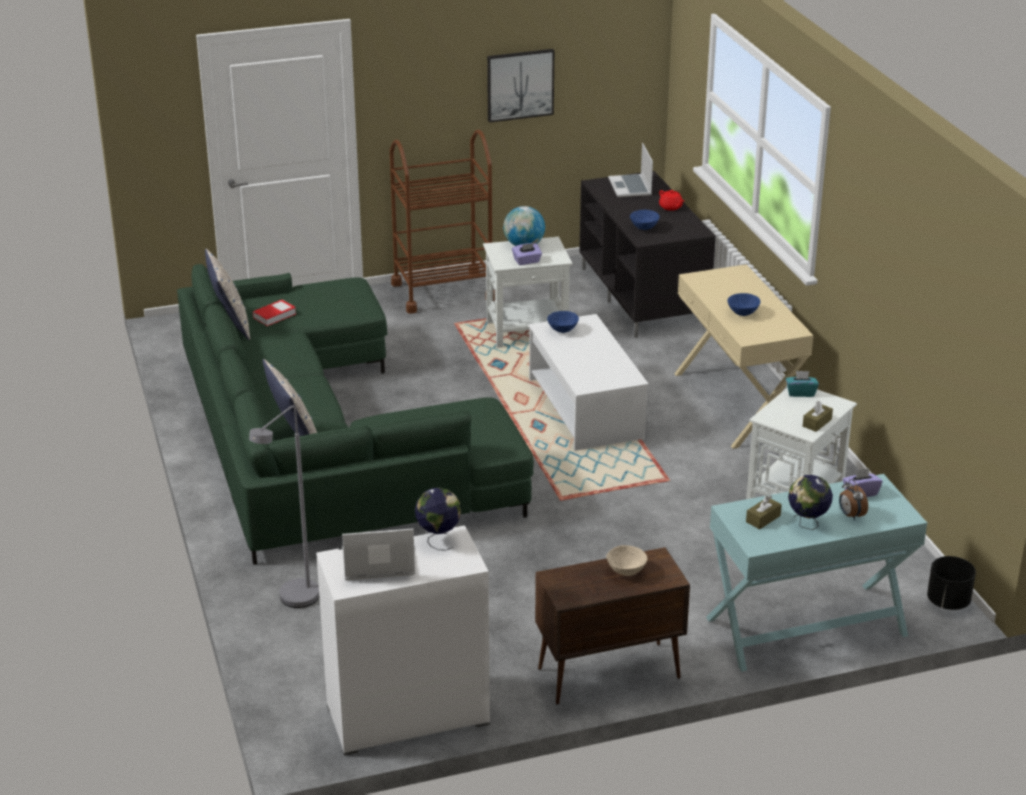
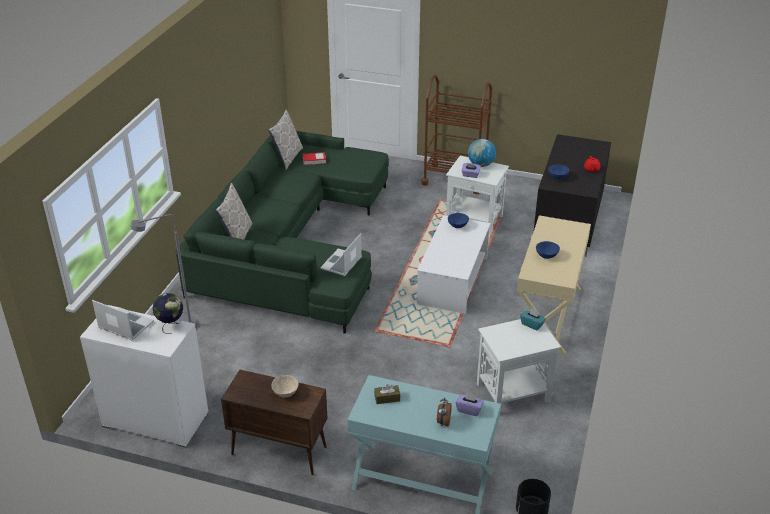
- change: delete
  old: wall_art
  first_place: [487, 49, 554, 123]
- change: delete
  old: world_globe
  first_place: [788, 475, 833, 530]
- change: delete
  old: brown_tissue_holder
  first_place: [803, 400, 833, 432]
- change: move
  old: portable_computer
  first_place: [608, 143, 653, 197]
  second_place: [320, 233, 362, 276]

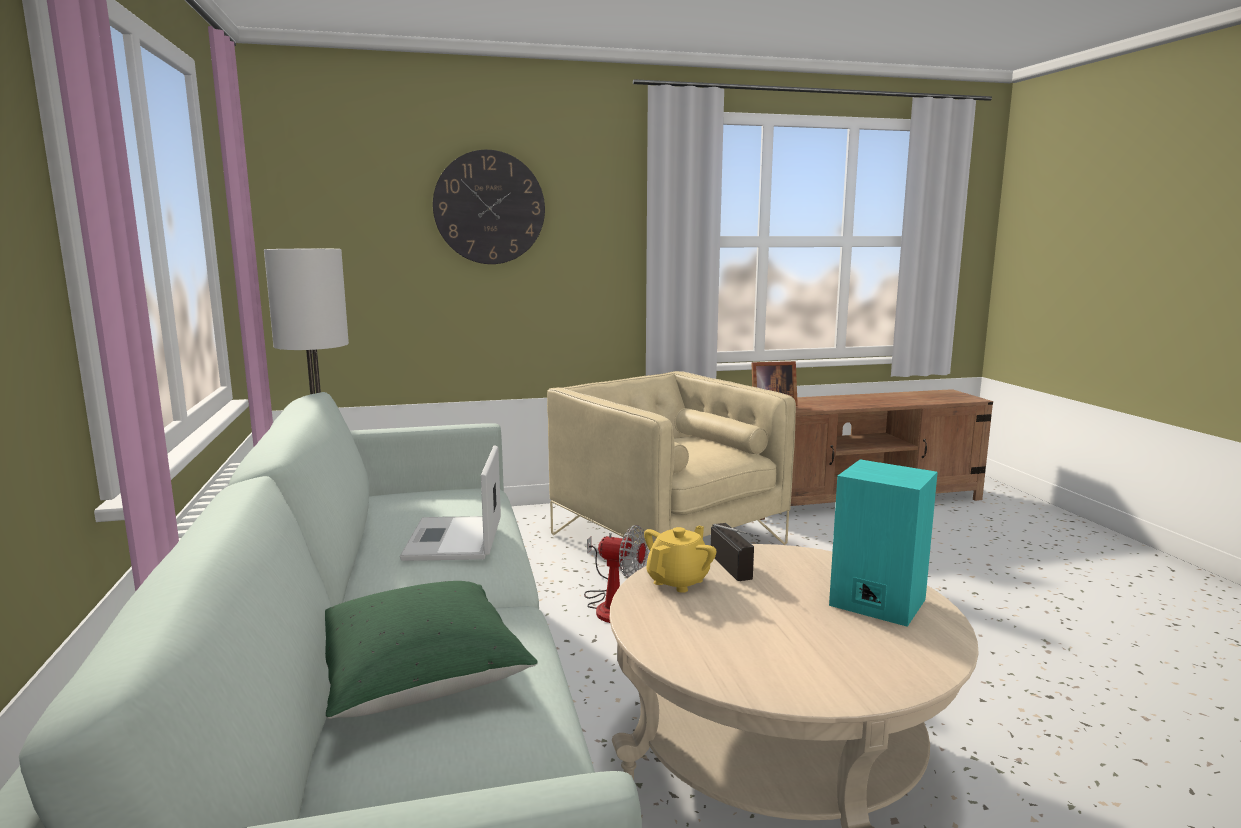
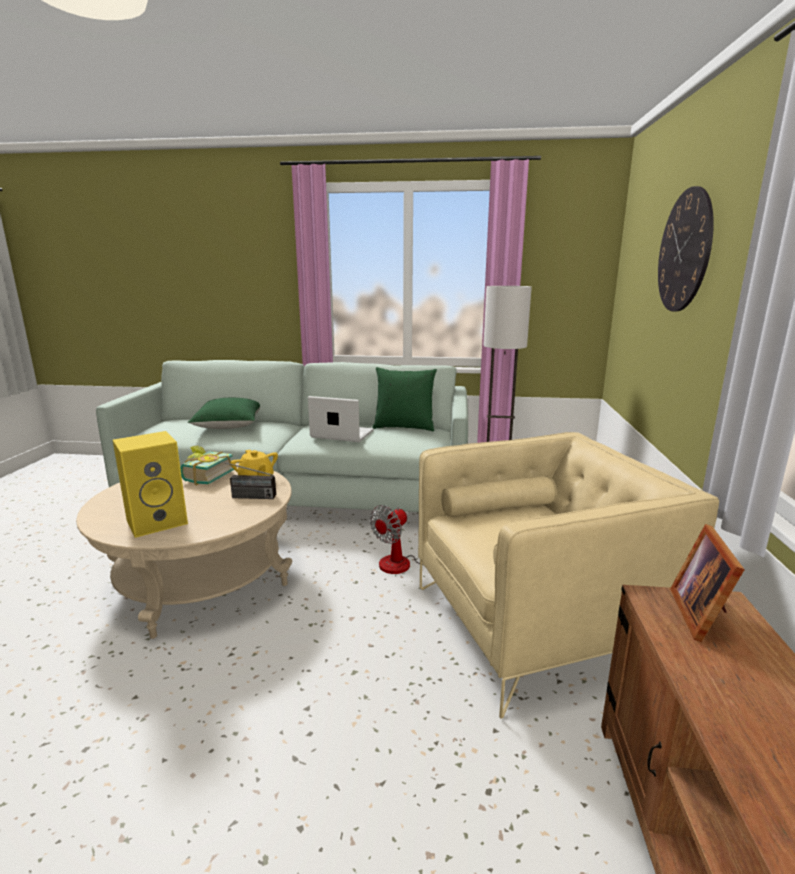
- change: insert
  new: bound_book
  second_place: [180, 446, 234, 485]
- change: insert
  new: green-coloured_pillow
  second_place: [372, 367, 437, 431]
- change: recolor
  old: turquoise-coloured_loudspeaker
  new: yellow_loudspeaker
  first_place: [829, 459, 938, 627]
  second_place: [113, 431, 188, 538]

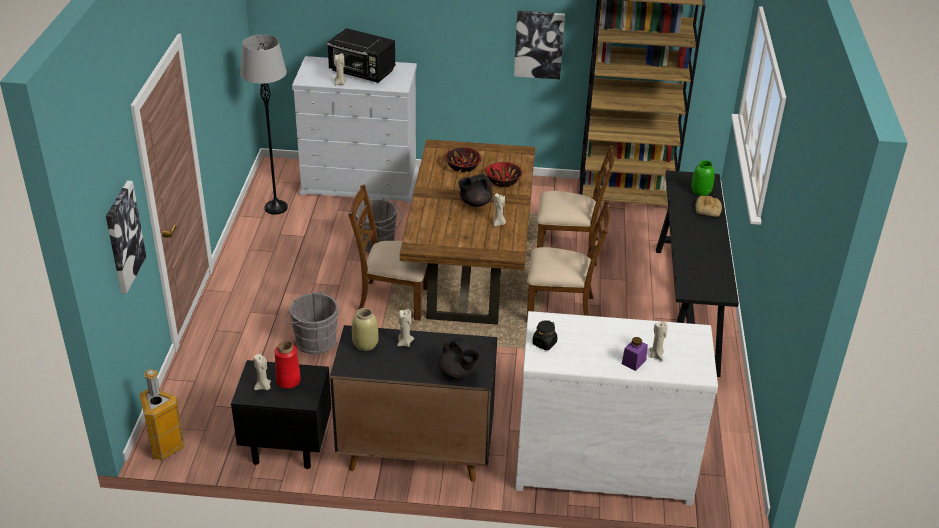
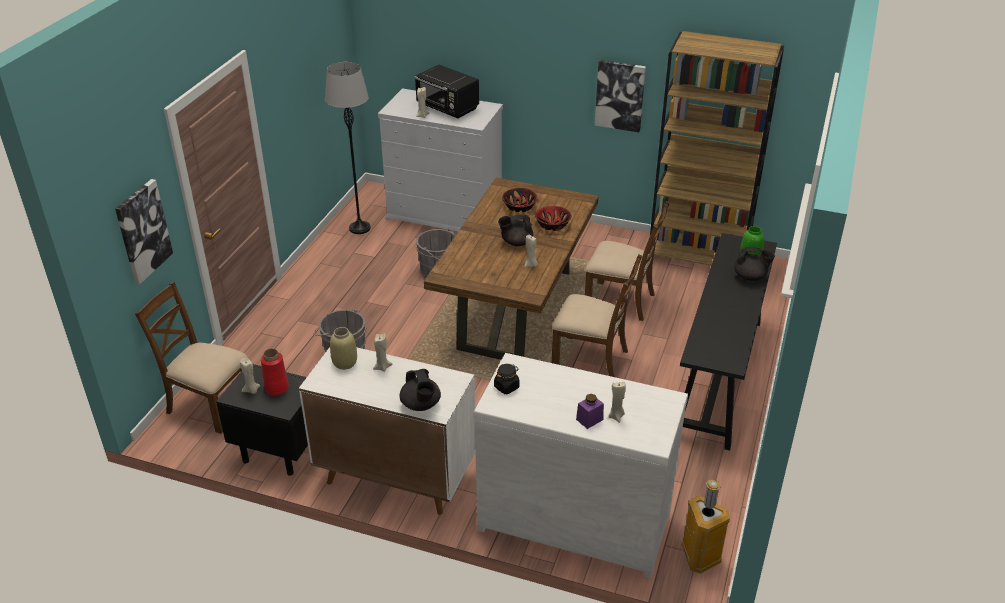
- change: move
  old: waste_bin
  first_place: [139, 369, 184, 460]
  second_place: [682, 480, 730, 574]
- change: move
  old: brown_chair
  first_place: [348, 184, 428, 320]
  second_place: [135, 282, 248, 434]
- change: replace
  old: baked_bread
  new: black-coloured_pot_for_tea
  first_place: [696, 196, 722, 217]
  second_place: [734, 247, 775, 281]
- change: recolor
  old: black-coloured_storage_cabinet
  new: whitish_storage_cabinet
  first_place: [330, 325, 497, 482]
  second_place: [299, 347, 475, 515]

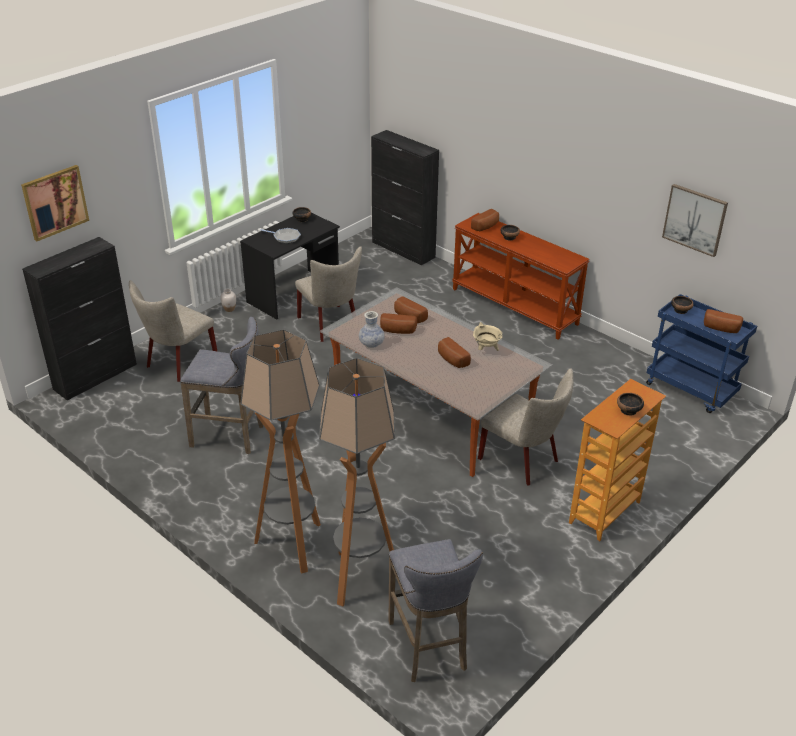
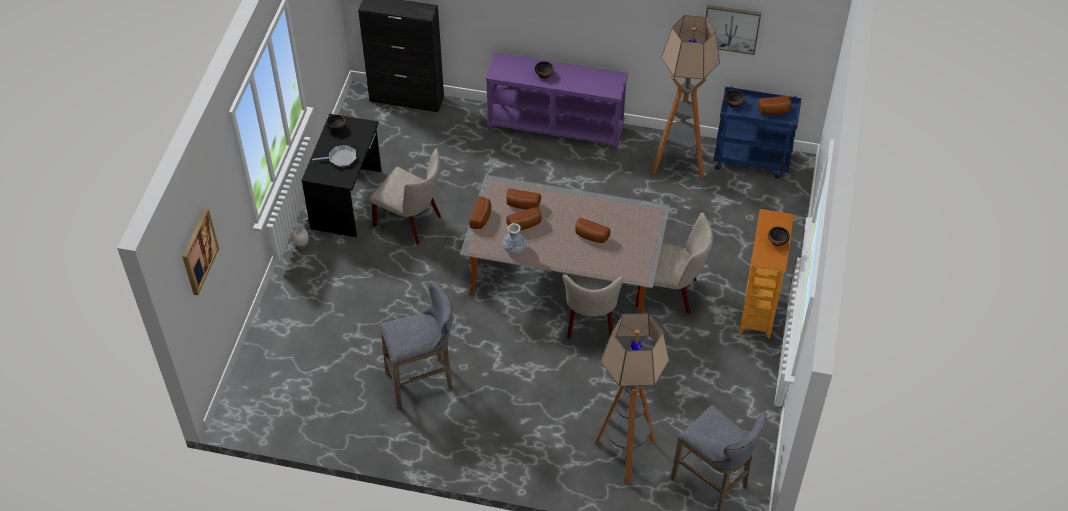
- change: delete
  old: black-coloured_storage_cabinet
  first_place: [22, 237, 137, 401]
- change: delete
  old: sand-coloured_stockpot
  first_place: [473, 322, 503, 351]
- change: move
  old: sand-coloured_chair
  first_place: [129, 280, 218, 382]
  second_place: [563, 274, 624, 339]
- change: move
  old: floor_lamp
  first_place: [240, 329, 321, 574]
  second_place: [651, 15, 720, 179]
- change: move
  old: baked_bread
  first_place: [471, 209, 499, 231]
  second_place: [469, 196, 491, 229]
- change: recolor
  old: brown_hall_table
  new: purple_hall_table
  first_place: [452, 213, 590, 339]
  second_place: [485, 52, 628, 151]

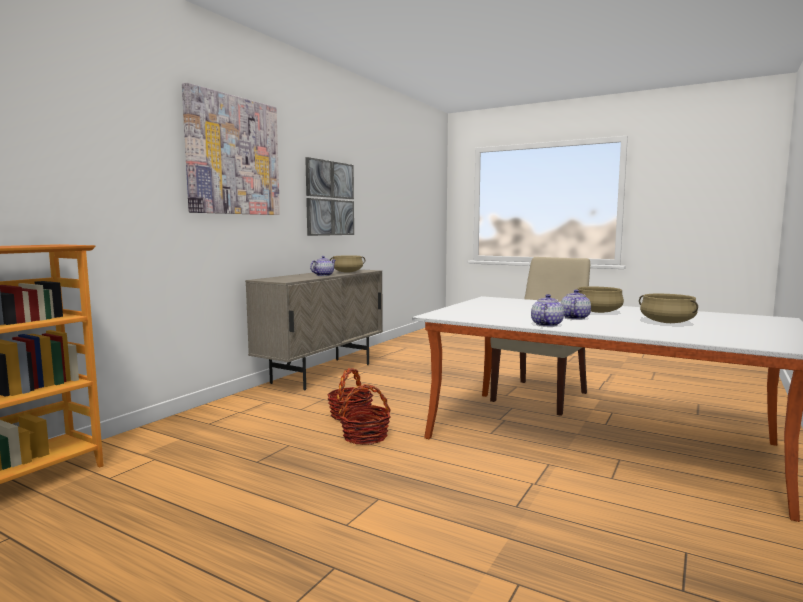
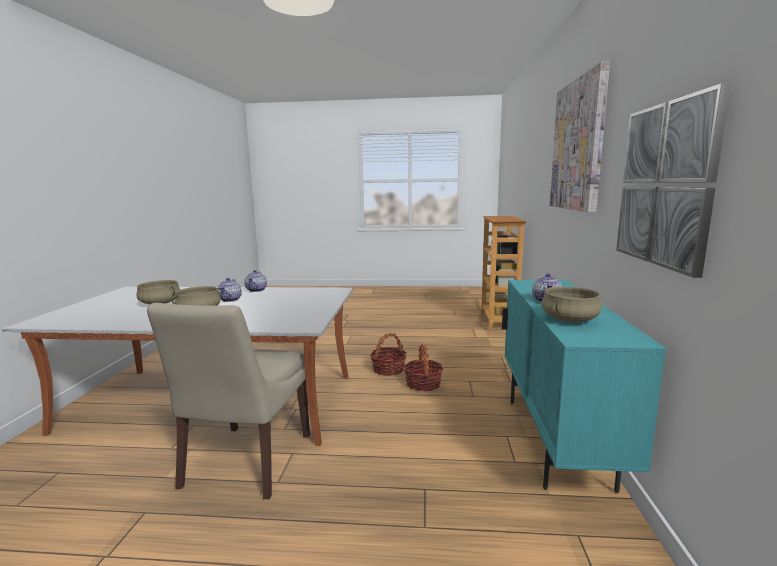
- change: recolor
  old: sand-coloured_storage_cabinet
  new: turquoise-coloured_storage_cabinet
  first_place: [245, 269, 383, 391]
  second_place: [502, 280, 666, 493]

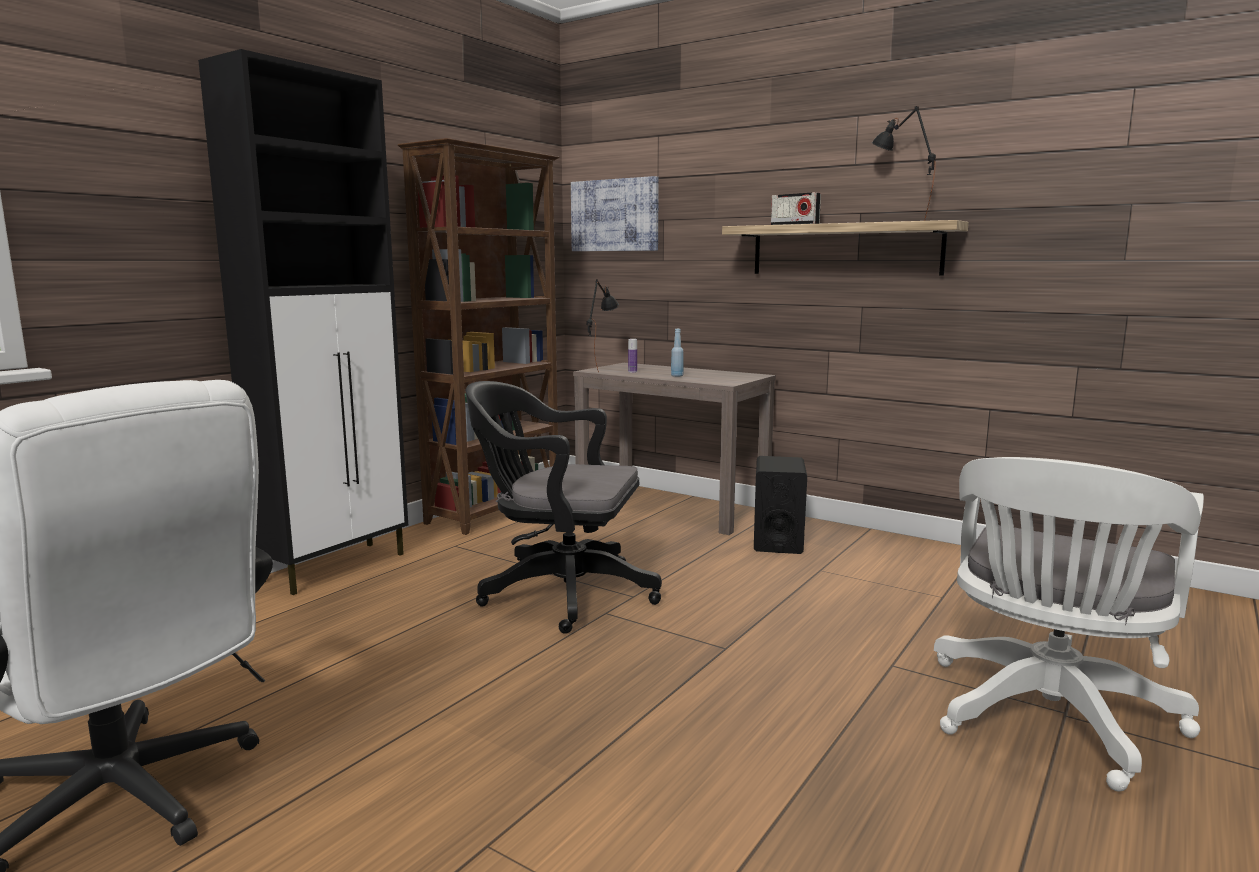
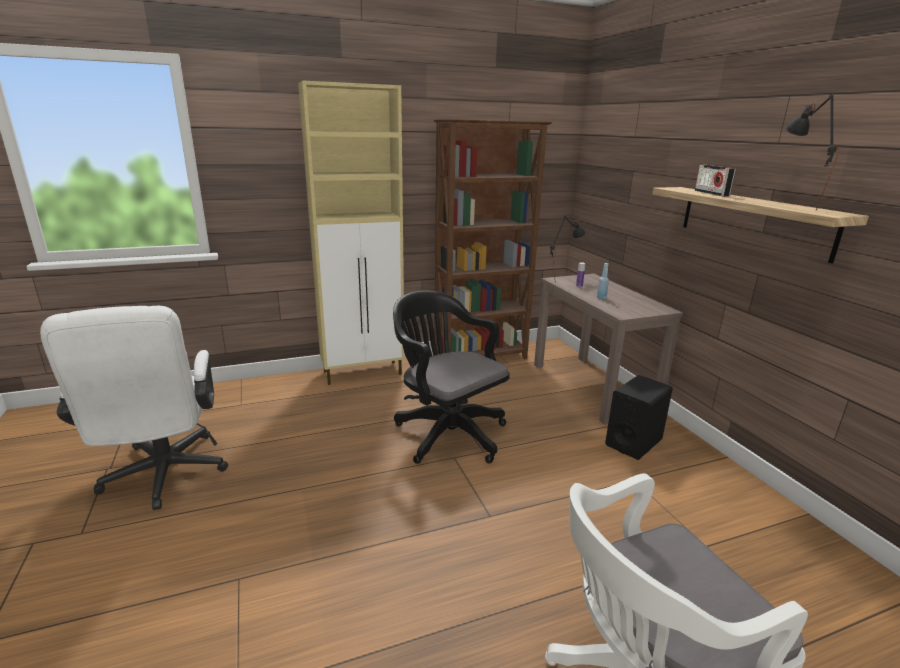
- change: delete
  old: wall_art
  first_place: [571, 176, 659, 251]
- change: recolor
  old: black-coloured_storage_cabinet
  new: sand-coloured_storage_cabinet
  first_place: [198, 49, 408, 595]
  second_place: [298, 80, 405, 385]

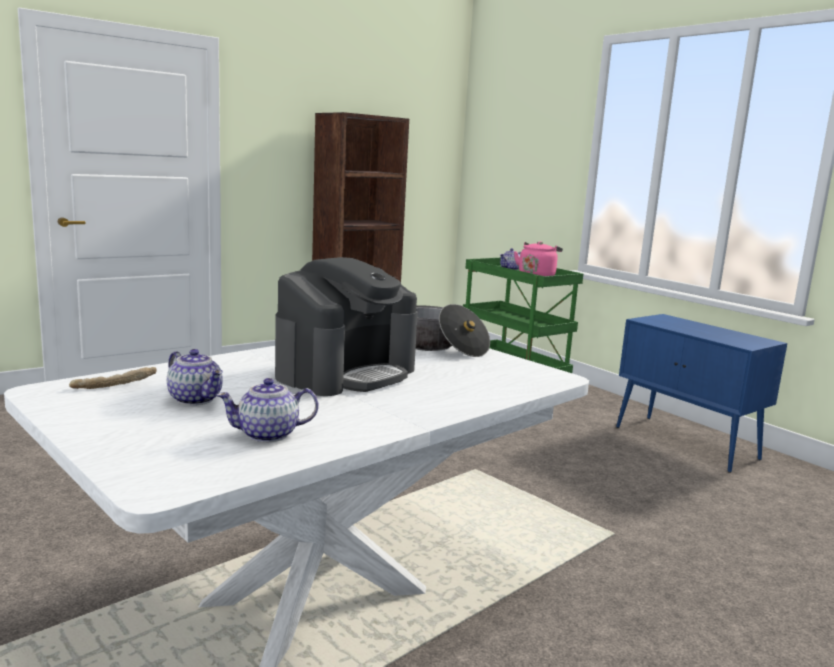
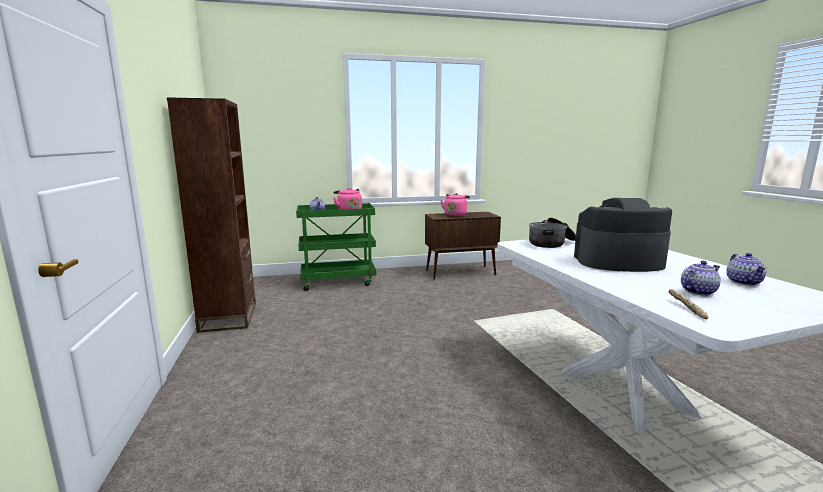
- change: insert
  new: pink_kettle
  second_place: [440, 193, 470, 216]
- change: recolor
  old: bluish_storage_cabinet
  new: brown_storage_cabinet
  first_place: [616, 314, 787, 473]
  second_place: [425, 212, 501, 279]
- change: rotate
  old: coffee_machine
  first_place: [275, 257, 418, 396]
  second_place: [574, 198, 672, 272]
  degrees: -60

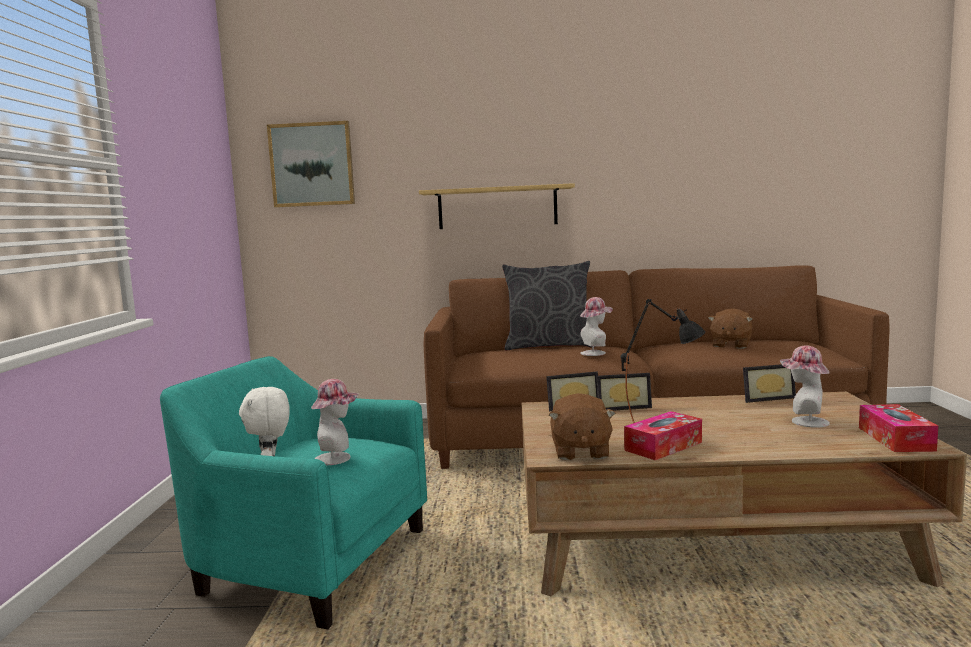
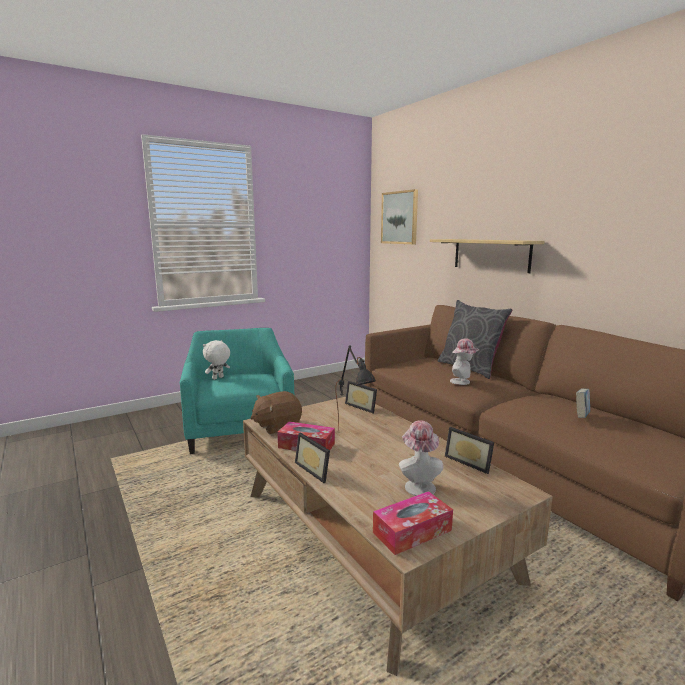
- change: delete
  old: clothing_hat
  first_place: [311, 379, 359, 465]
- change: move
  old: photo_frame
  first_place: [596, 373, 652, 410]
  second_place: [295, 433, 330, 483]
- change: replace
  old: brown_soft_toy
  new: bound_book
  first_place: [708, 308, 753, 349]
  second_place: [576, 389, 590, 418]

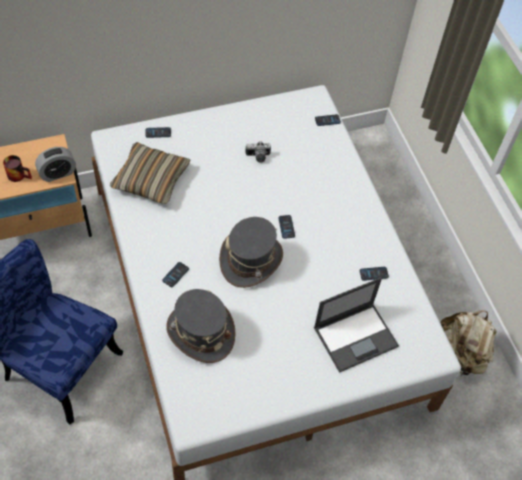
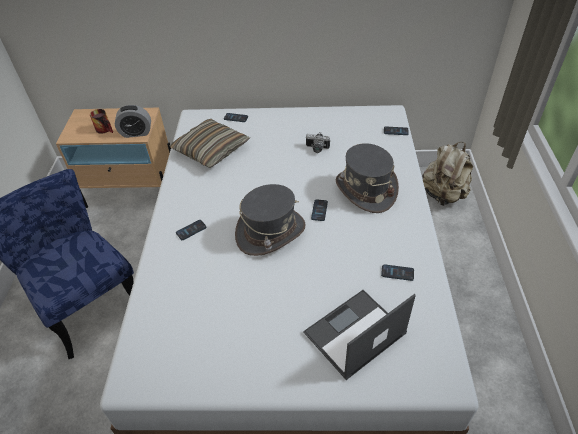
- change: move
  old: grey_clothing_hat
  first_place: [166, 289, 236, 363]
  second_place: [336, 143, 399, 213]
- change: move
  old: sand-coloured_knapsack
  first_place: [441, 310, 497, 376]
  second_place: [422, 142, 473, 206]
- change: rotate
  old: portable_computer
  first_place: [314, 277, 399, 373]
  second_place: [303, 290, 416, 380]
  degrees: 150

